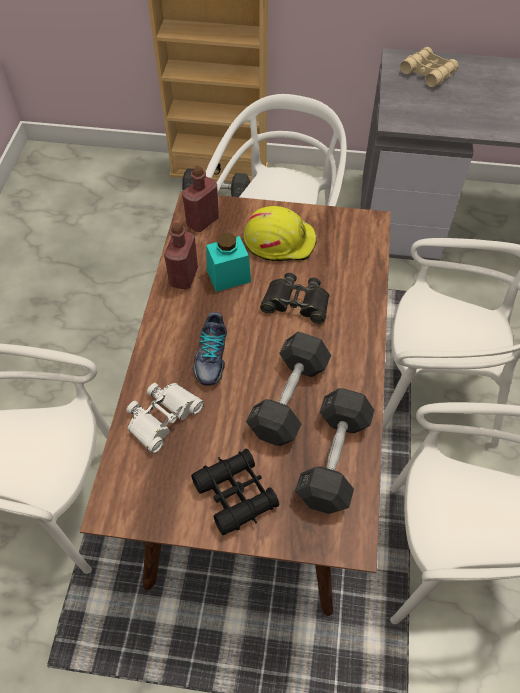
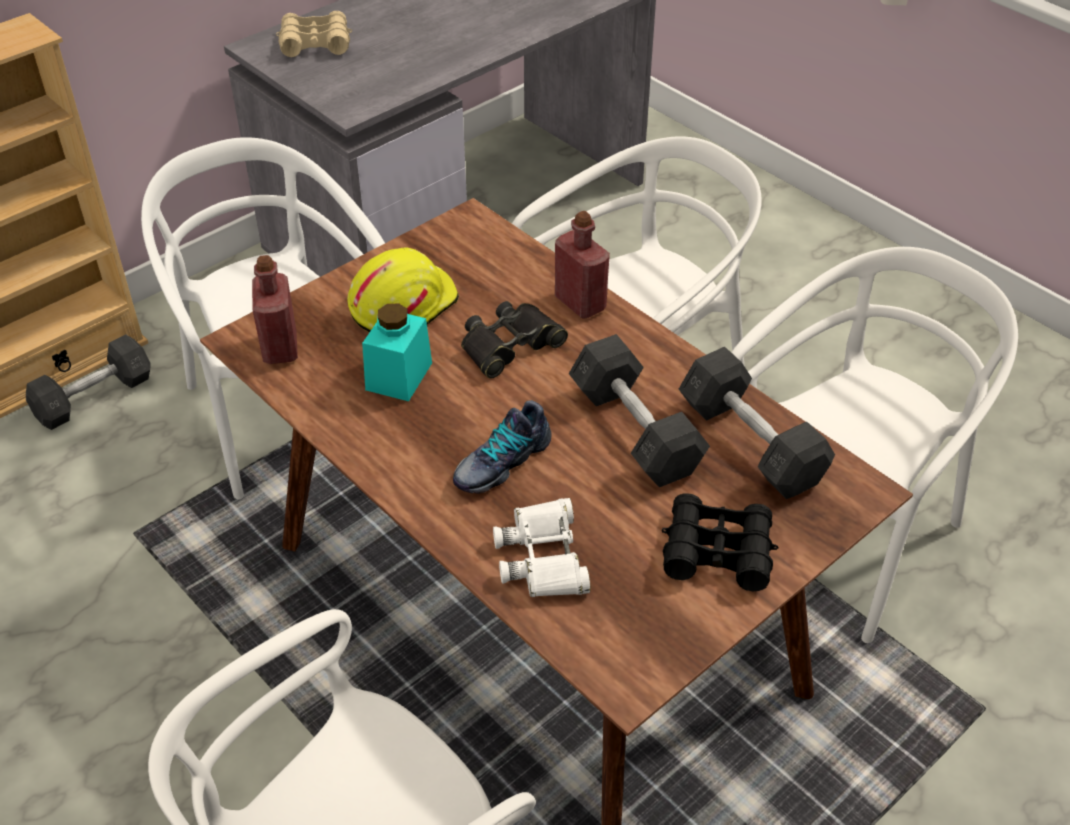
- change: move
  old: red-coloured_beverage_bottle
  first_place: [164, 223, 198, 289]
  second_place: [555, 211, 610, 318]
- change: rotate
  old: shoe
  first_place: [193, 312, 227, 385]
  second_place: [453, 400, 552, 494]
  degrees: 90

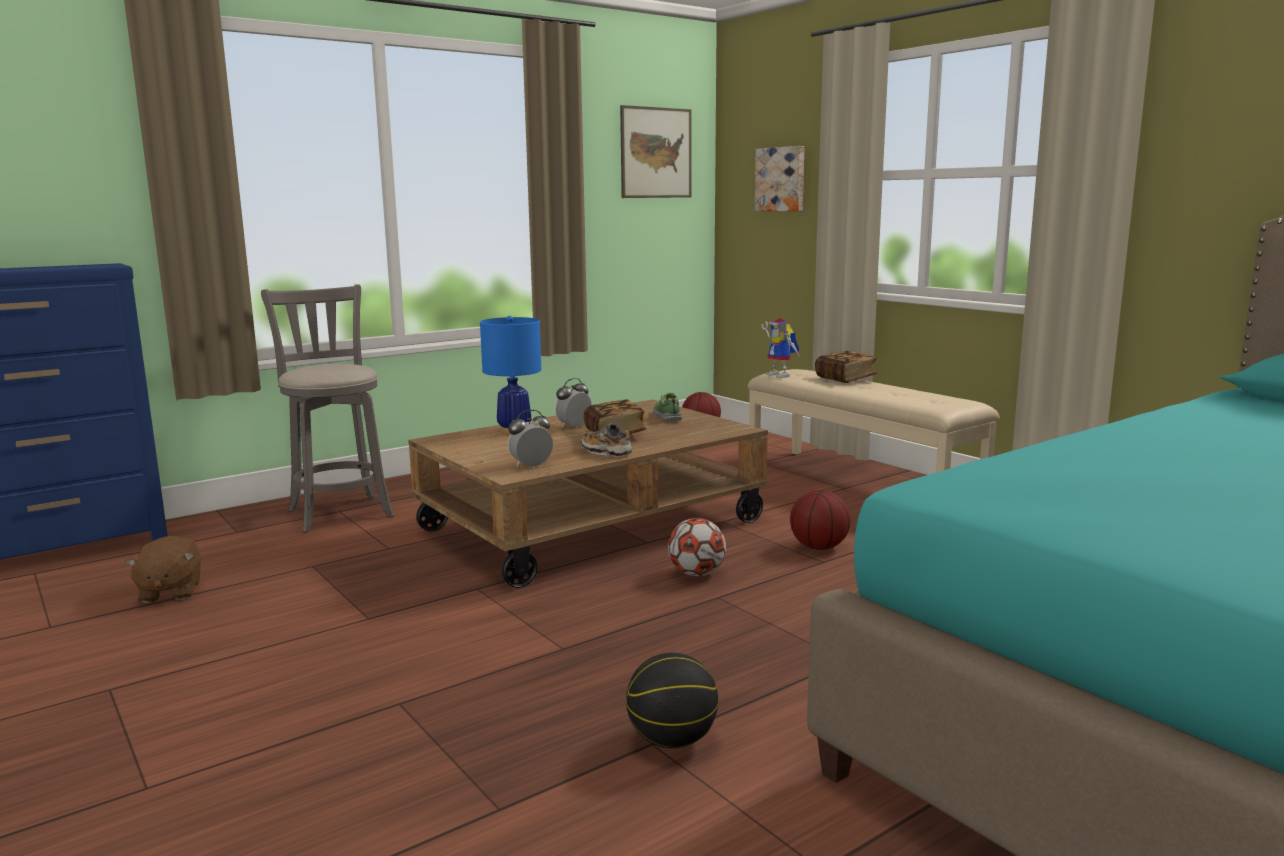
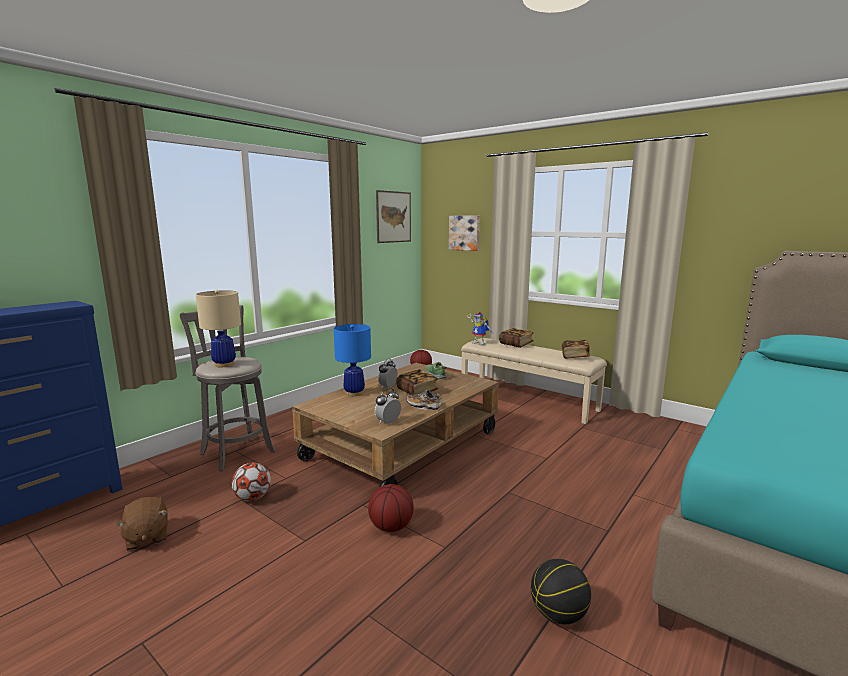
- change: insert
  new: sand-coloured_table_lamp
  second_place: [196, 290, 241, 367]
- change: insert
  new: bound_book
  second_place: [562, 340, 590, 359]
- change: move
  old: ball_for_football
  first_place: [668, 518, 726, 576]
  second_place: [231, 463, 271, 501]
- change: move
  old: basketball_ball
  first_place: [790, 490, 851, 550]
  second_place: [368, 484, 414, 532]

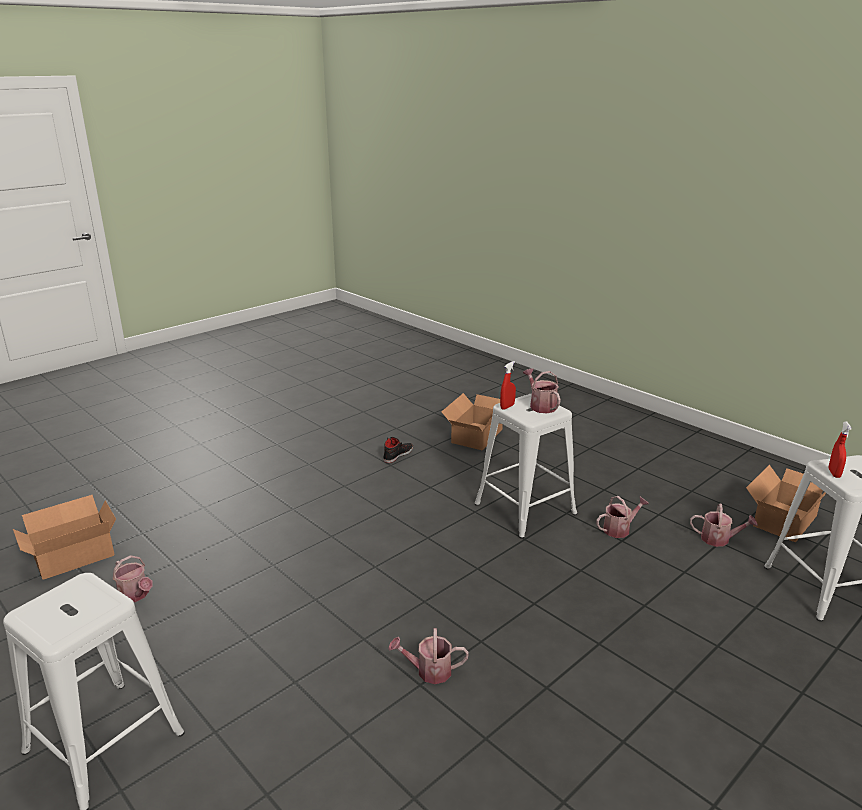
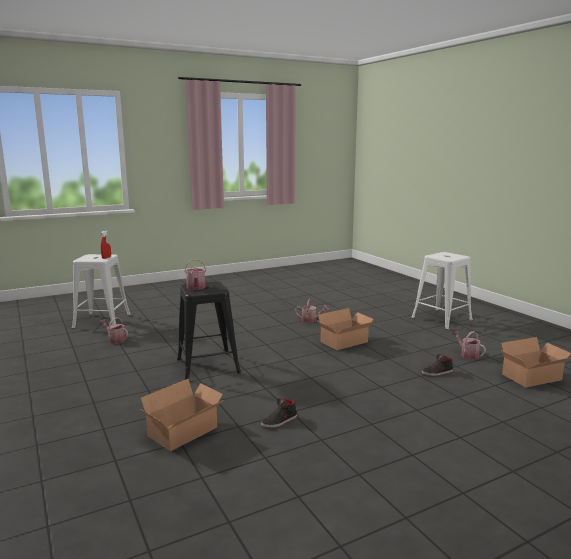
- change: delete
  old: red-coloured_sprayer
  first_place: [500, 361, 516, 410]
- change: delete
  old: watering_can
  first_place: [596, 496, 649, 538]
- change: insert
  new: black-coloured_shoe
  second_place: [422, 354, 453, 376]
- change: move
  old: carton
  first_place: [746, 465, 826, 542]
  second_place: [318, 308, 375, 350]
- change: recolor
  old: whitish_stool
  new: black-coloured_stool
  first_place: [475, 394, 577, 539]
  second_place: [177, 281, 241, 380]

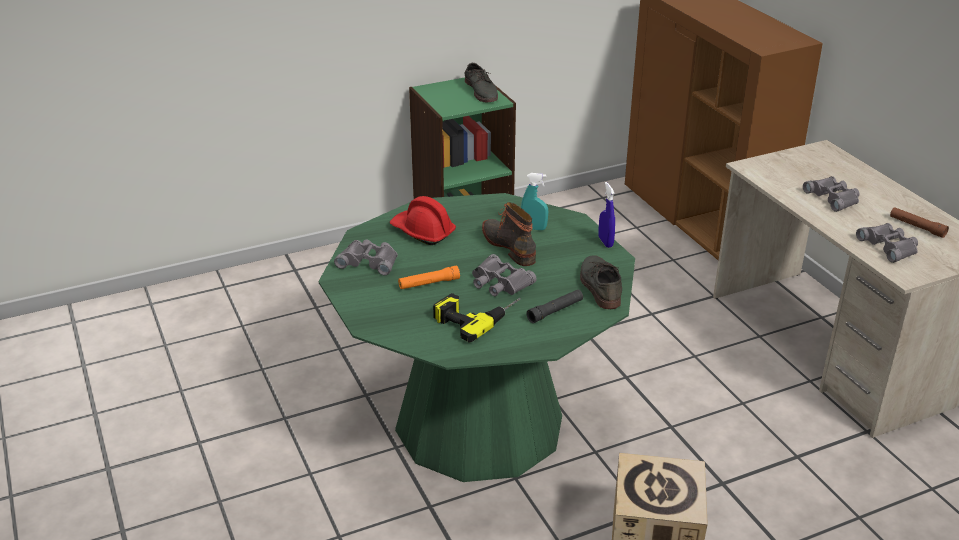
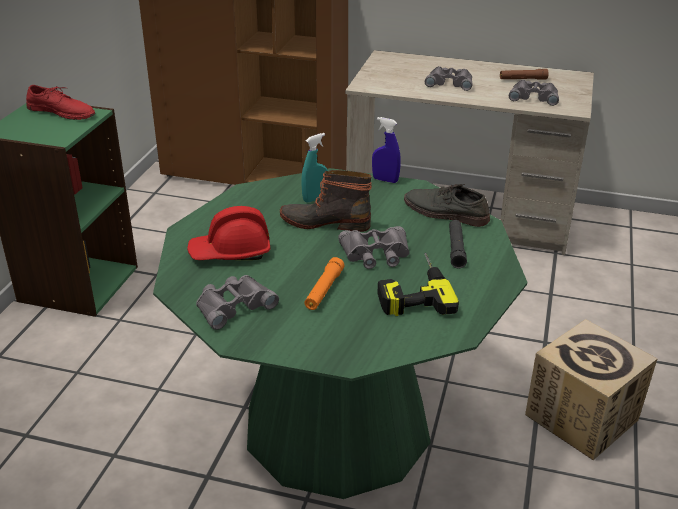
- change: recolor
  old: grey_shoe
  new: red-coloured_shoe
  first_place: [465, 63, 498, 102]
  second_place: [26, 85, 95, 120]

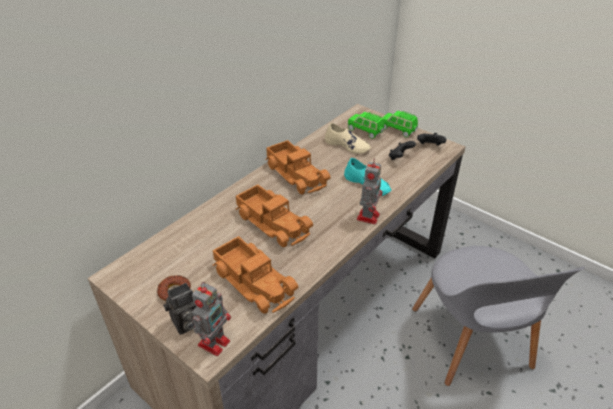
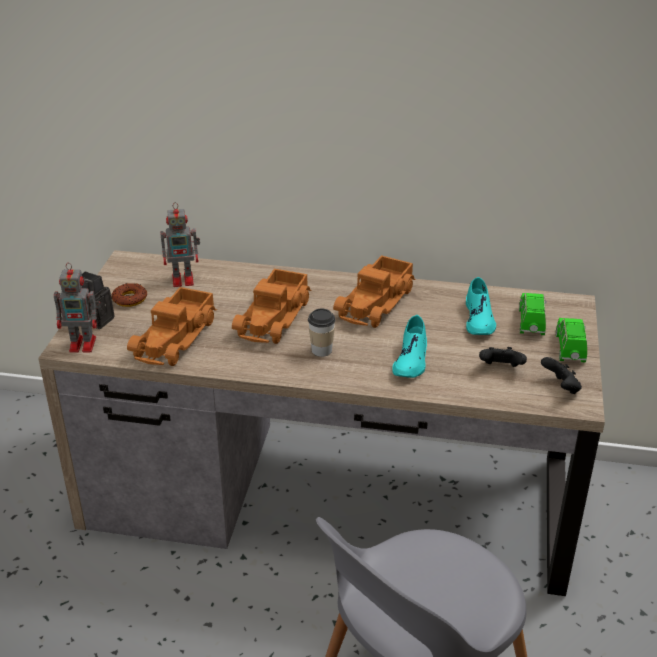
- change: insert
  new: drinking_cup
  second_place: [308, 309, 336, 357]
- change: move
  old: toy_robot
  first_place: [357, 158, 383, 224]
  second_place: [160, 202, 200, 287]
- change: recolor
  old: sand-coloured_shoe
  new: turquoise-coloured_shoe
  first_place: [325, 123, 371, 154]
  second_place: [466, 277, 496, 335]

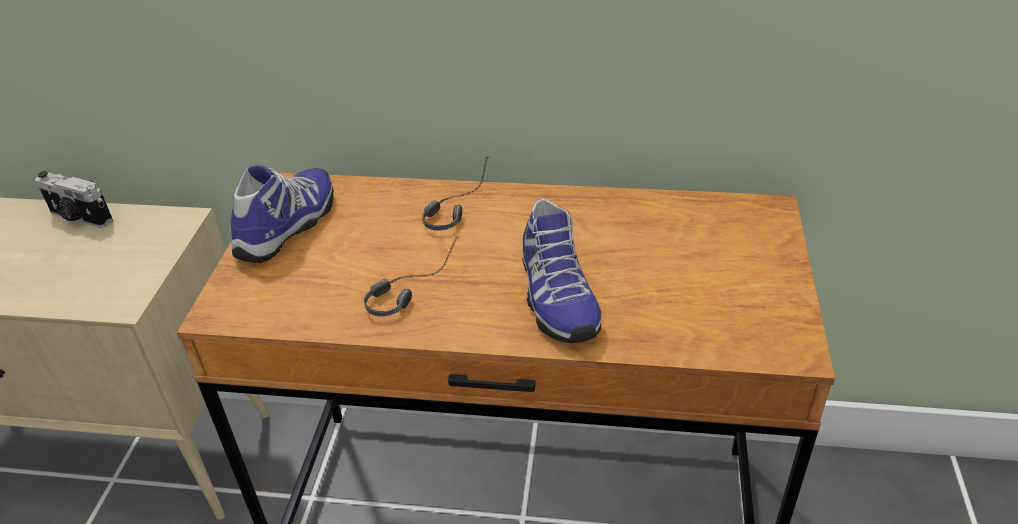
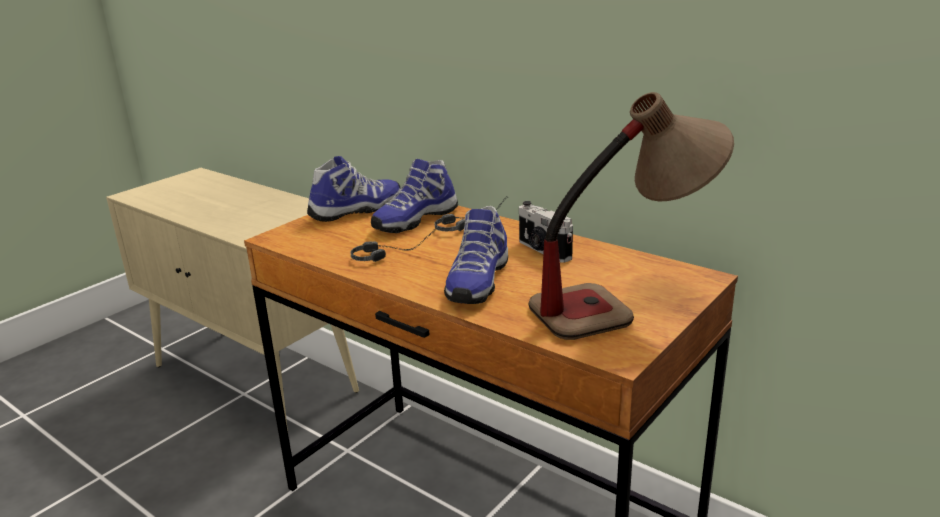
- change: insert
  new: shoe
  second_place: [371, 159, 458, 233]
- change: insert
  new: table_lamp
  second_place: [528, 92, 734, 340]
- change: move
  old: photo_camera
  first_place: [35, 171, 113, 228]
  second_place: [519, 201, 573, 263]

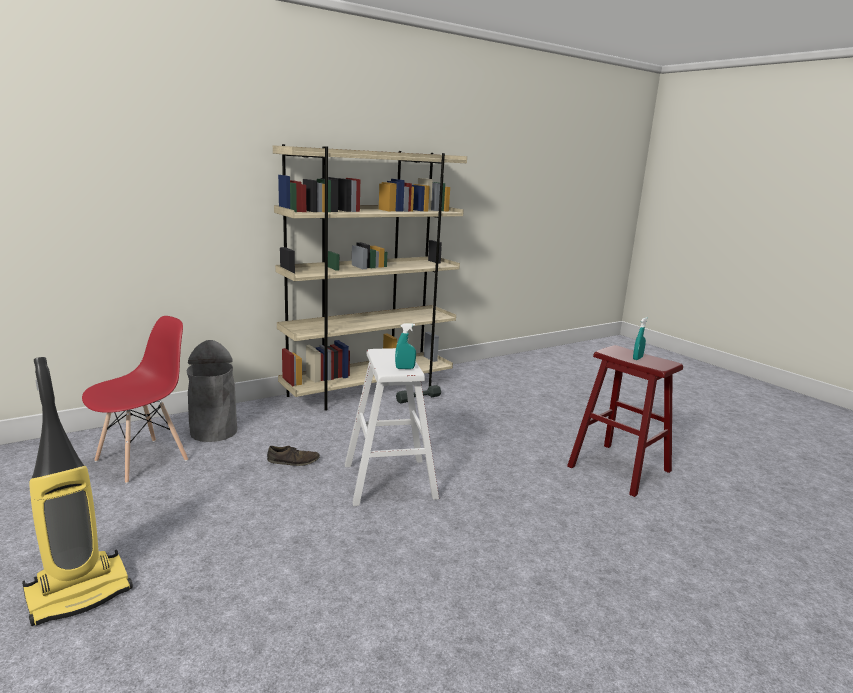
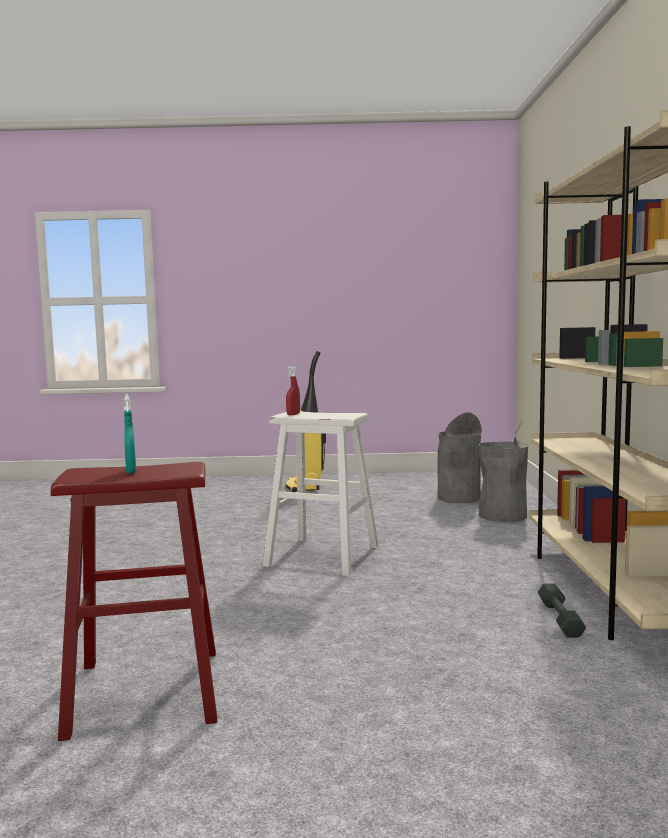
- change: delete
  old: brown_shoe
  first_place: [267, 446, 320, 466]
- change: replace
  old: red-coloured_chair
  new: grey_waste_bin
  first_place: [82, 316, 188, 484]
  second_place: [437, 412, 482, 503]
- change: recolor
  old: turquoise-coloured_sprayer
  new: red-coloured_sprayer
  first_place: [395, 323, 416, 369]
  second_place: [286, 366, 300, 415]

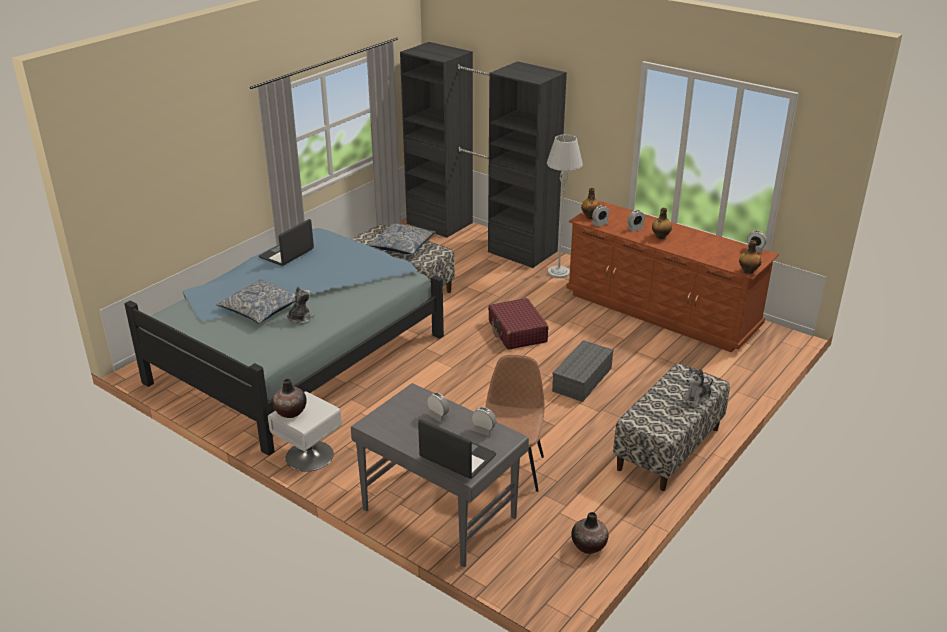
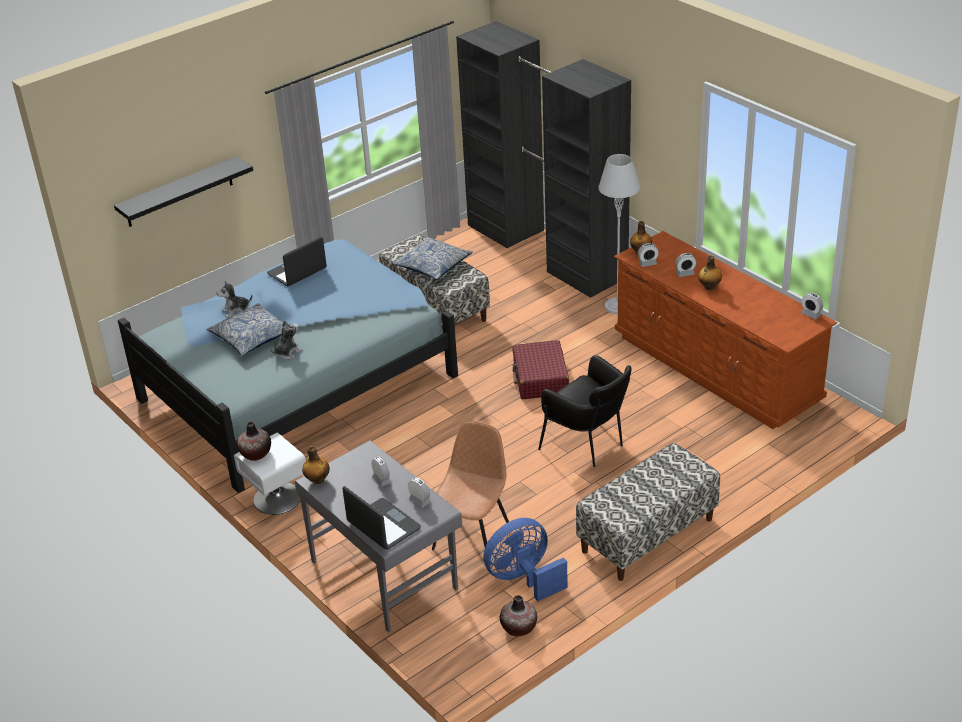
- change: insert
  new: black-coloured_bracket_shelf
  second_place: [114, 156, 253, 227]
- change: insert
  new: bluish_fan
  second_place: [483, 518, 568, 601]
- change: move
  old: soft_toy
  first_place: [682, 367, 713, 407]
  second_place: [216, 281, 252, 318]
- change: move
  old: beverage_bottle
  first_place: [739, 240, 761, 274]
  second_place: [302, 446, 330, 484]
- change: replace
  old: grey_storage_bin
  new: black-coloured_armchair
  first_place: [552, 340, 614, 402]
  second_place: [538, 355, 631, 467]

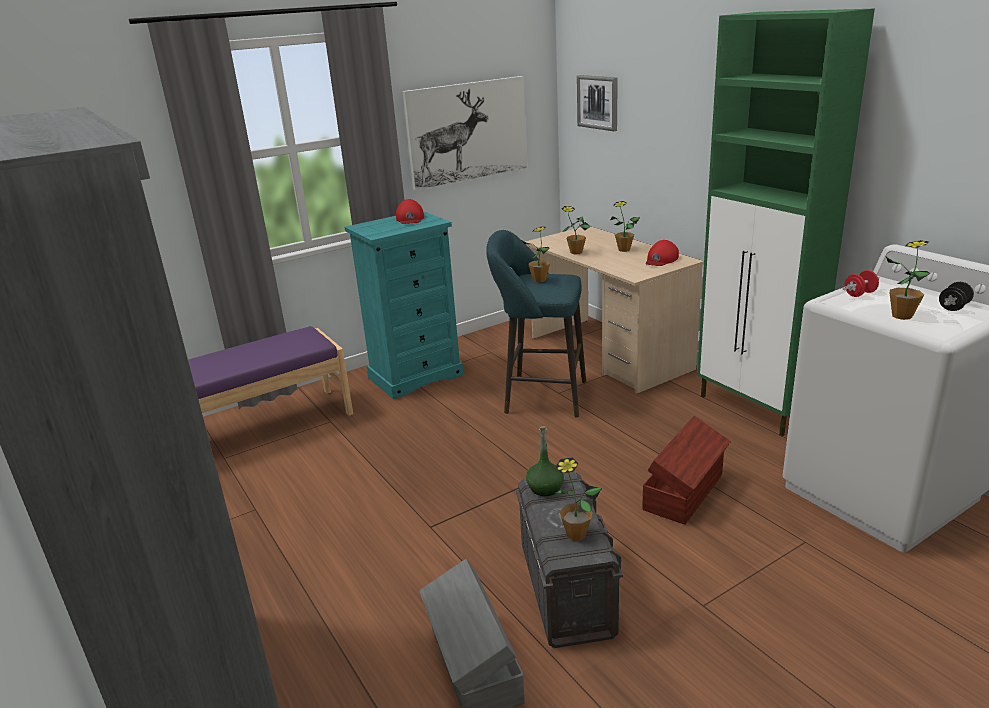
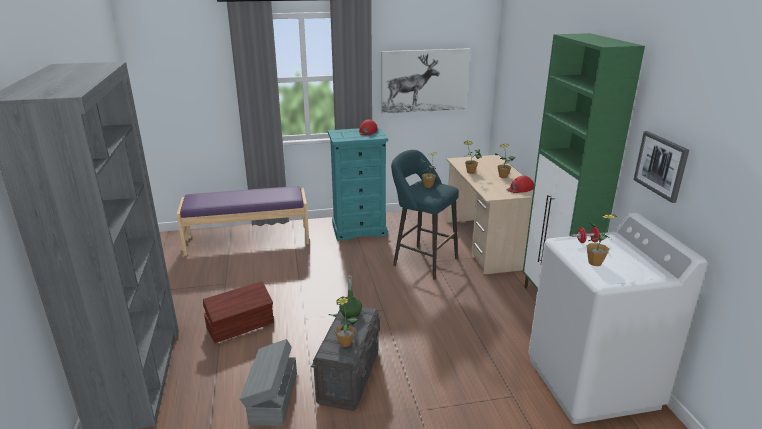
- change: delete
  old: black-coloured_free_weight
  first_place: [939, 282, 974, 311]
- change: move
  old: wall_art
  first_place: [577, 75, 618, 131]
  second_place: [633, 131, 689, 203]
- change: move
  old: brown_storage_bin
  first_place: [642, 416, 731, 525]
  second_place: [203, 281, 274, 343]

